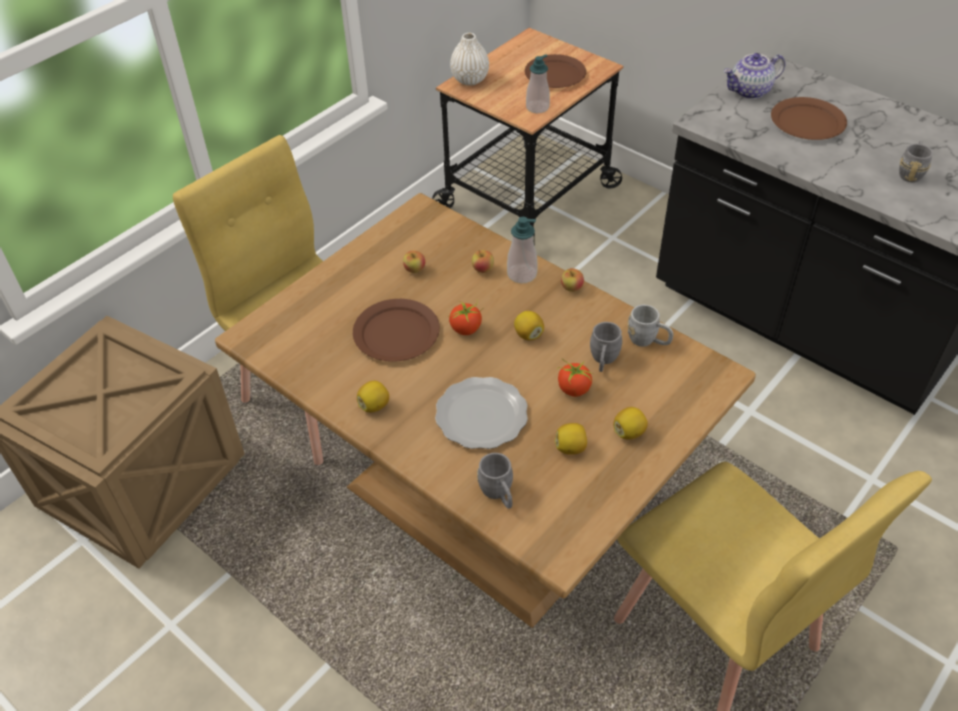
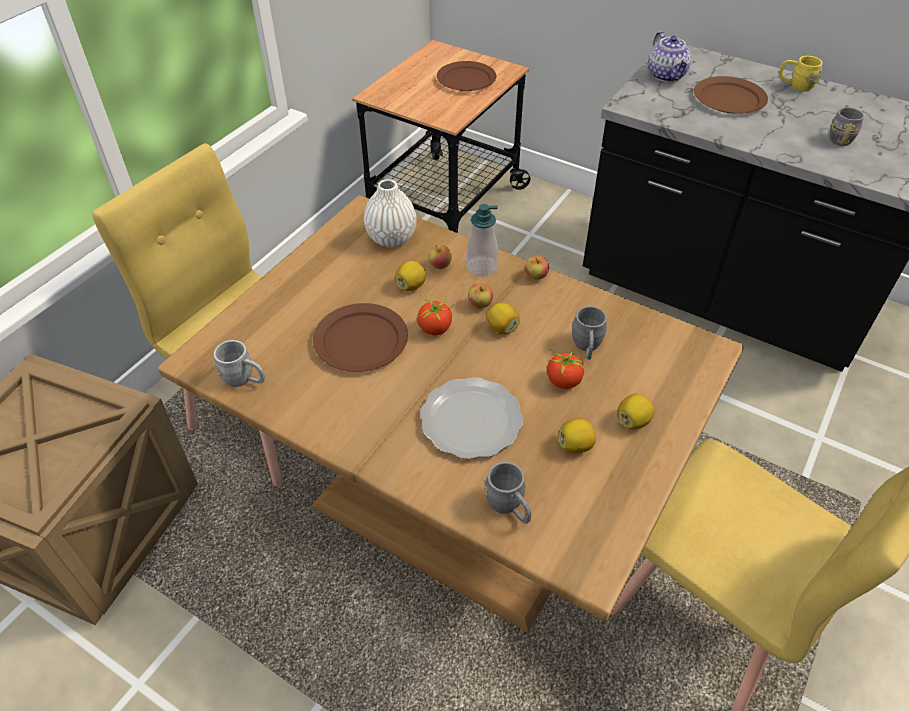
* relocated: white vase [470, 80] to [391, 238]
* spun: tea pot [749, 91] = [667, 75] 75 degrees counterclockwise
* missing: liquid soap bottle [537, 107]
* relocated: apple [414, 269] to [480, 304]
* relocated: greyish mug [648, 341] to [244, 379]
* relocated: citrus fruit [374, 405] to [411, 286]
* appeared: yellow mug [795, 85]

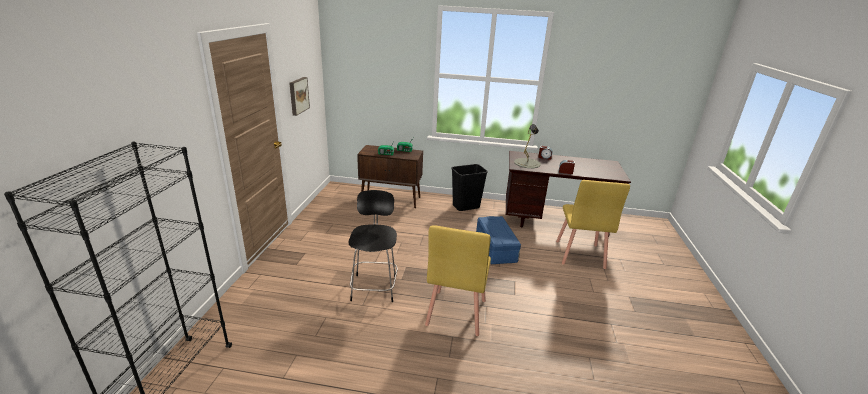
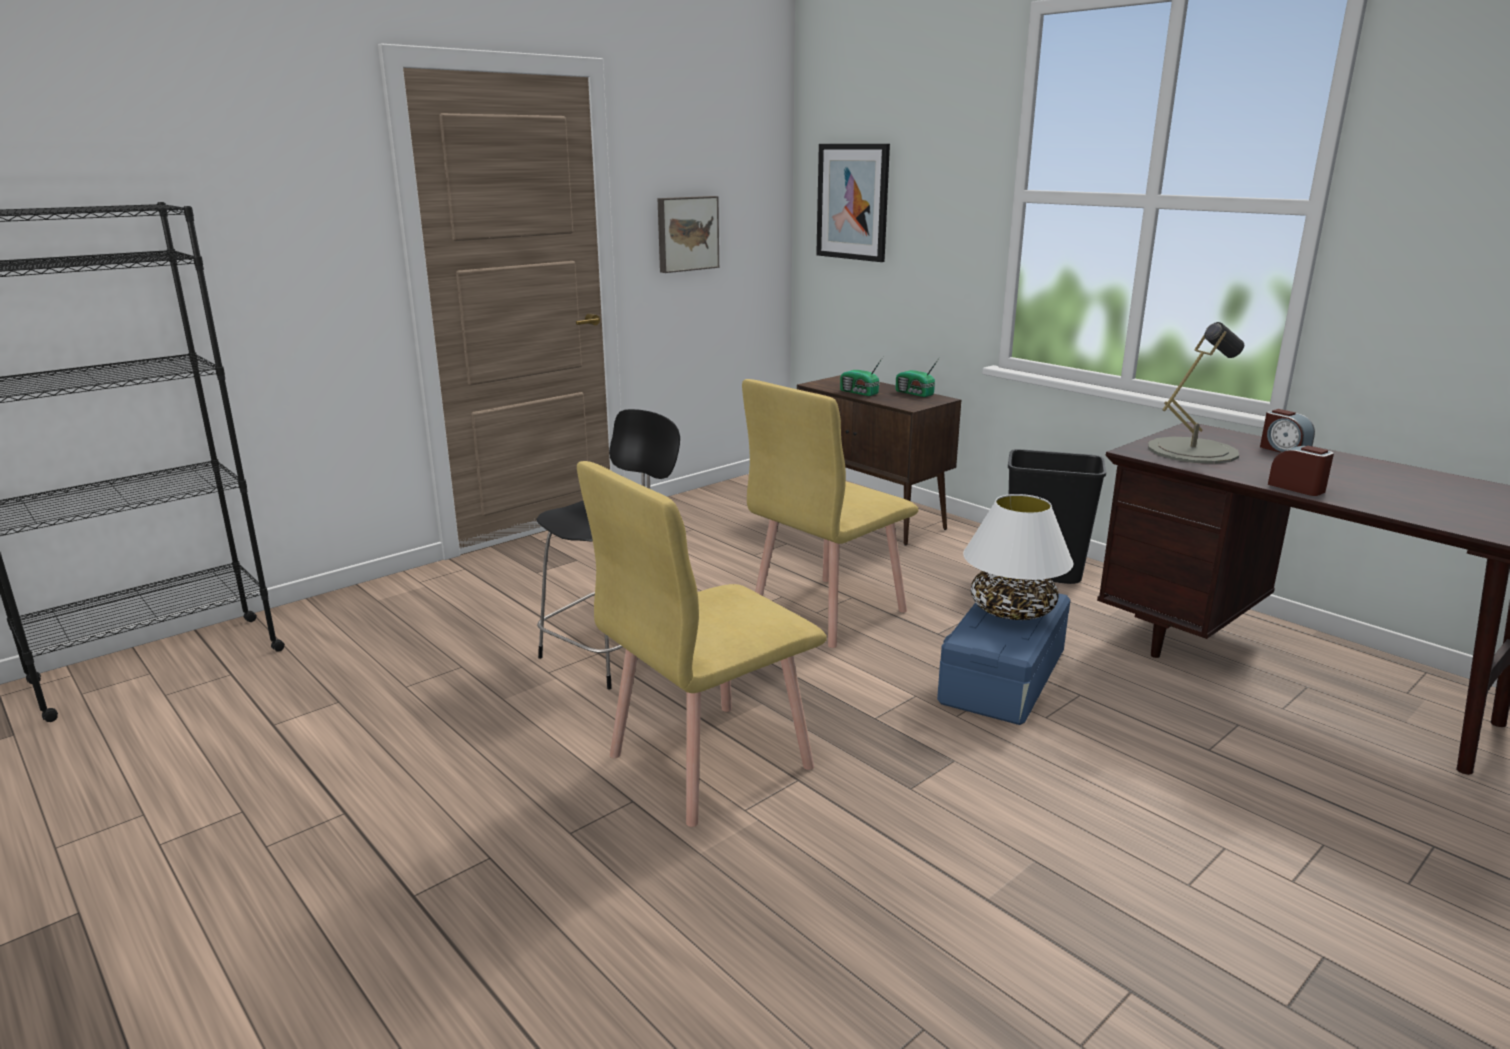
* relocated: yellow plain chair [579, 254] to [826, 611]
* appeared: picture [853, 202]
* appeared: white tabletop lamp [1011, 610]

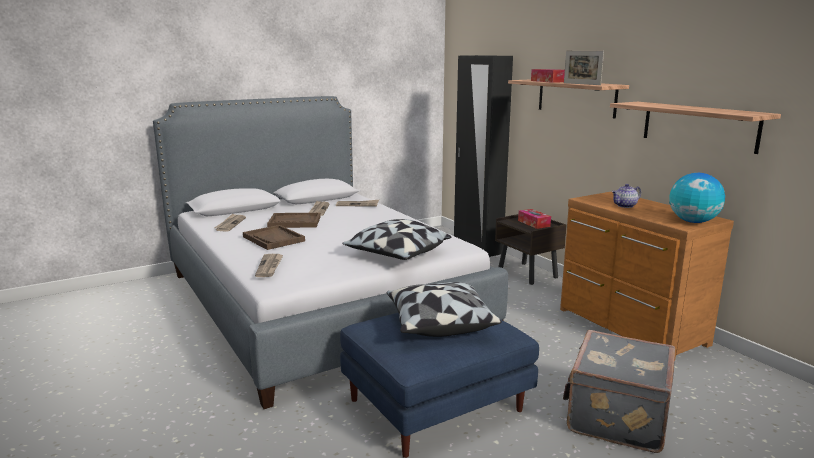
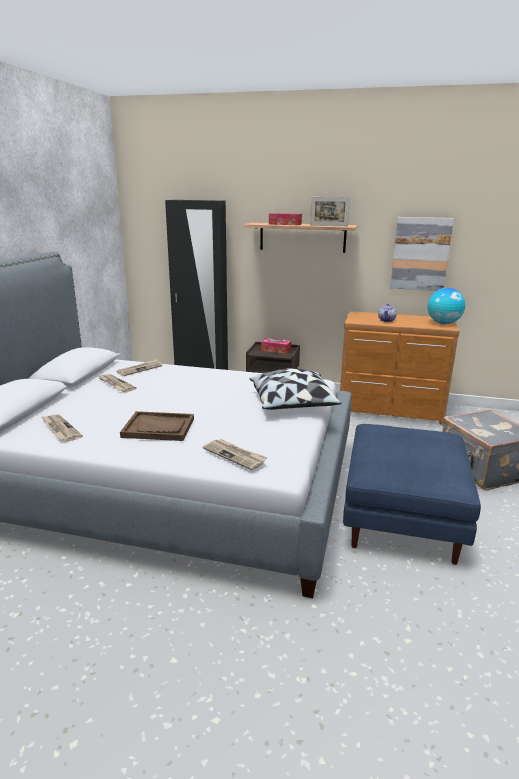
* exchanged: wall shelf [699, 126] to picture [420, 254]
* missing: brown-coloured carrying tray [294, 222]
* missing: pillow [439, 323]

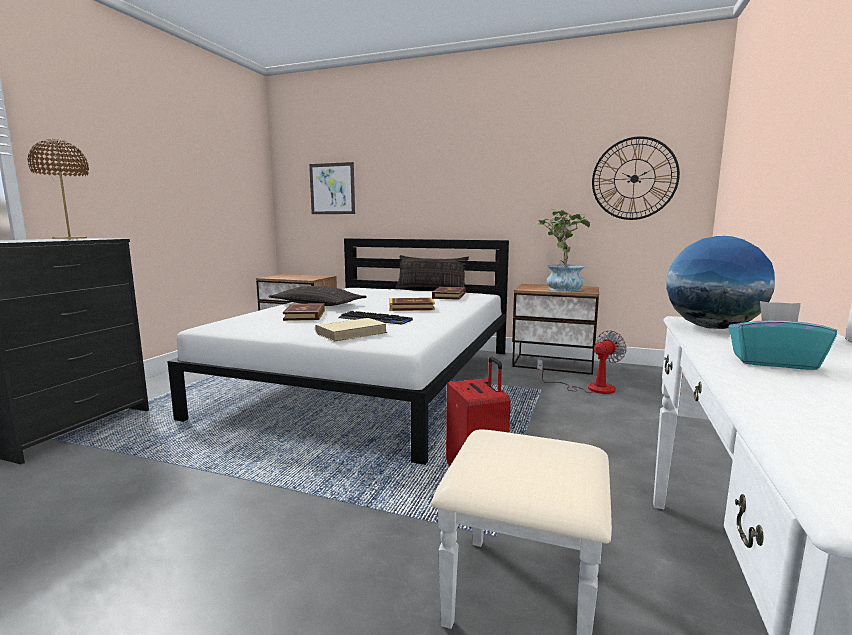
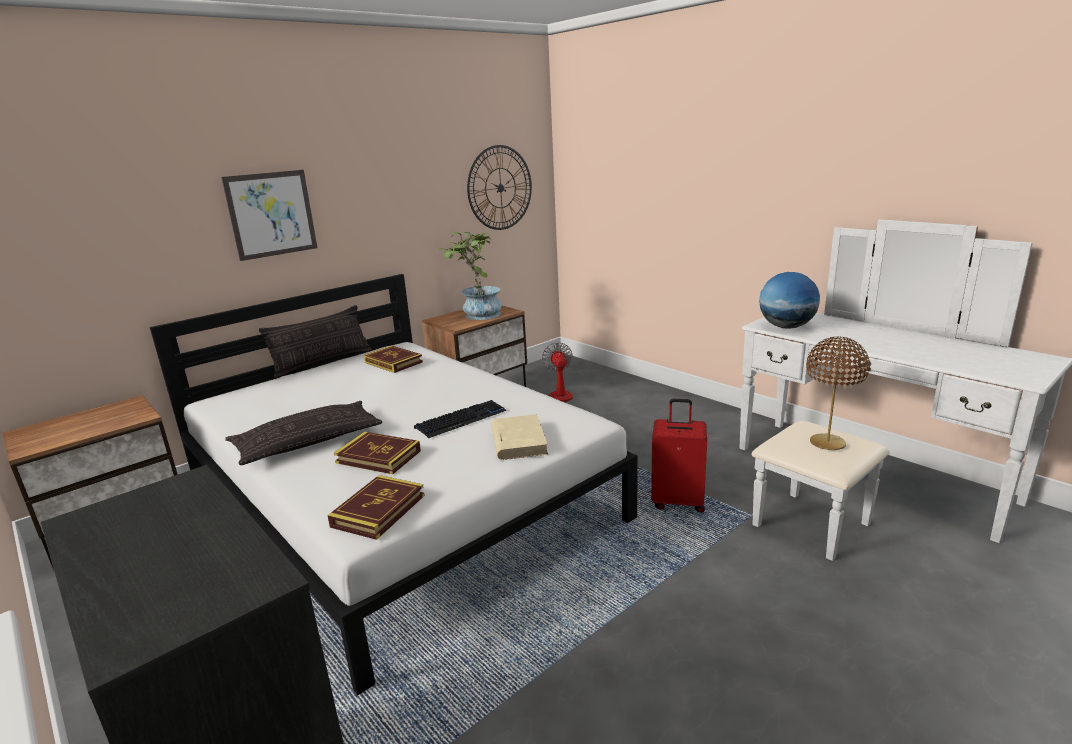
* relocated: brown-coloured tabletop lamp [70, 239] to [828, 443]
* relocated: picture [332, 189] to [271, 214]
* relocated: bound book [411, 307] to [378, 511]
* missing: blue-green tissue holder [773, 362]

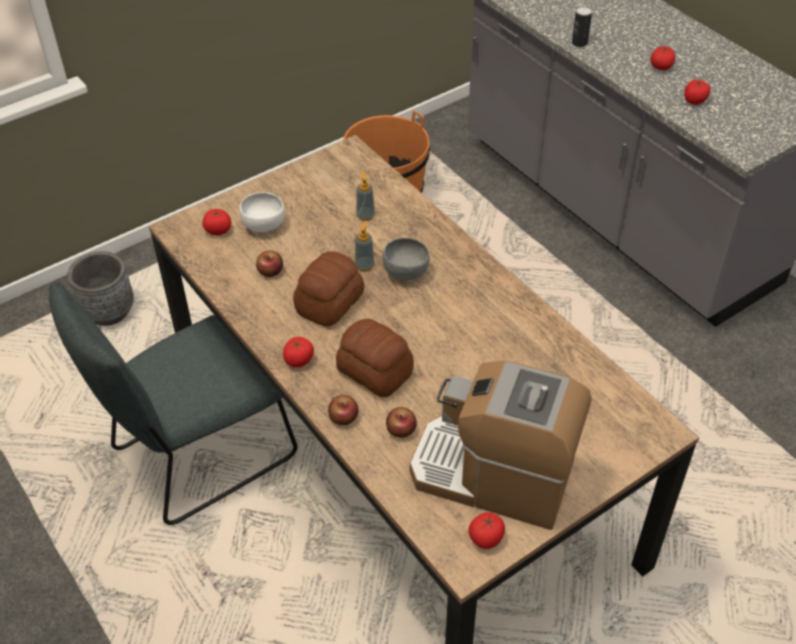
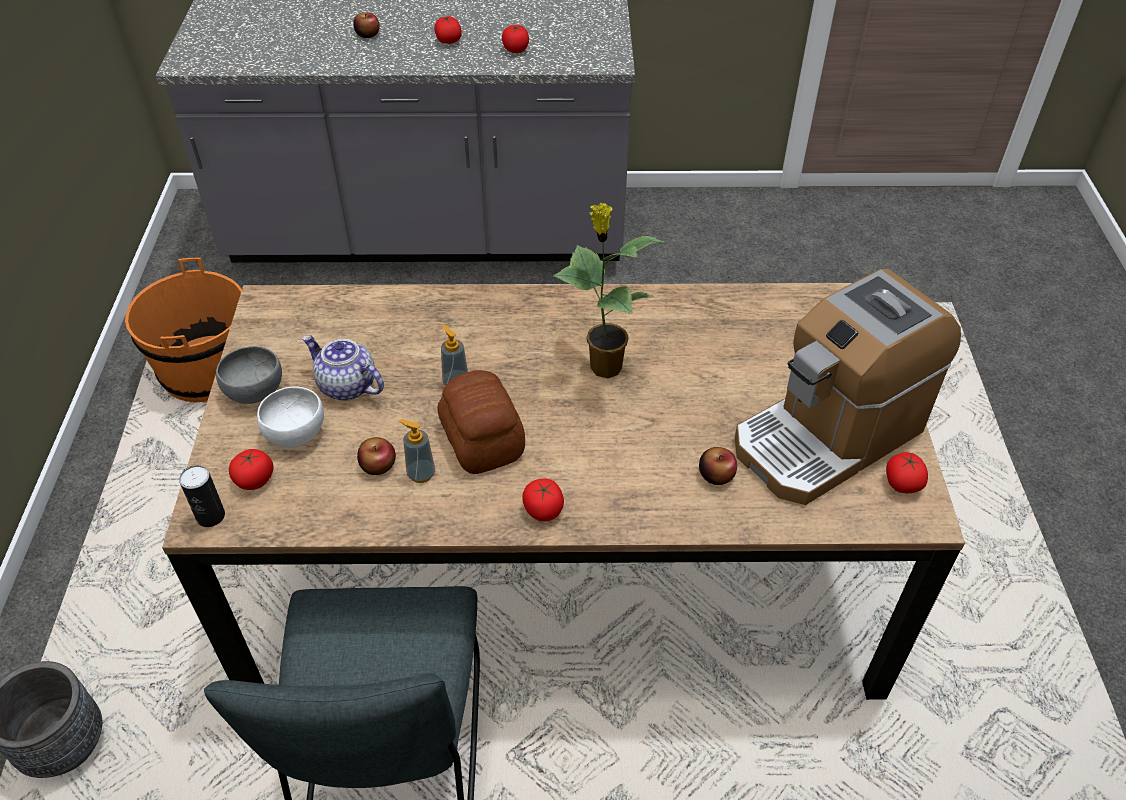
* relocated: sealed can [579, 43] to [210, 516]
* relocated: liquid soap bottle [365, 216] to [421, 473]
* relocated: greyish serving bowl [406, 272] to [255, 392]
* missing: bread [374, 372]
* relocated: apple [343, 417] to [367, 34]
* appeared: potted plant [603, 366]
* appeared: tea pot [346, 386]

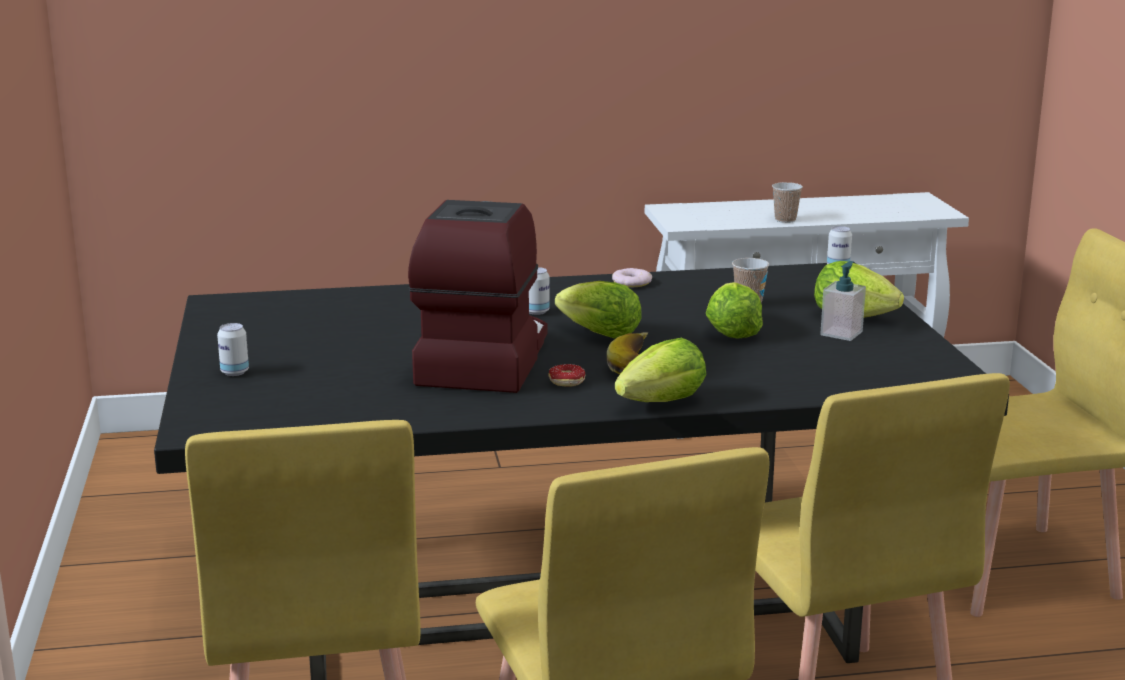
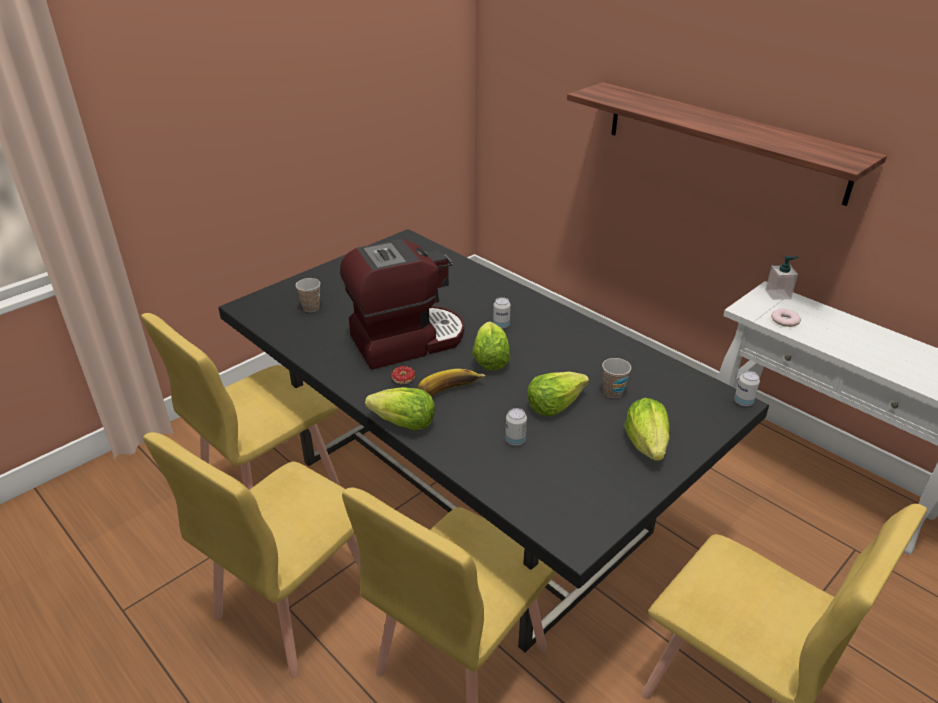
* relocated: drinking cup [785, 220] to [311, 308]
* relocated: liquid soap bottle [841, 333] to [778, 294]
* relocated: donut [631, 282] to [784, 320]
* relocated: sealed can [234, 372] to [515, 440]
* appeared: wall shelf [723, 140]

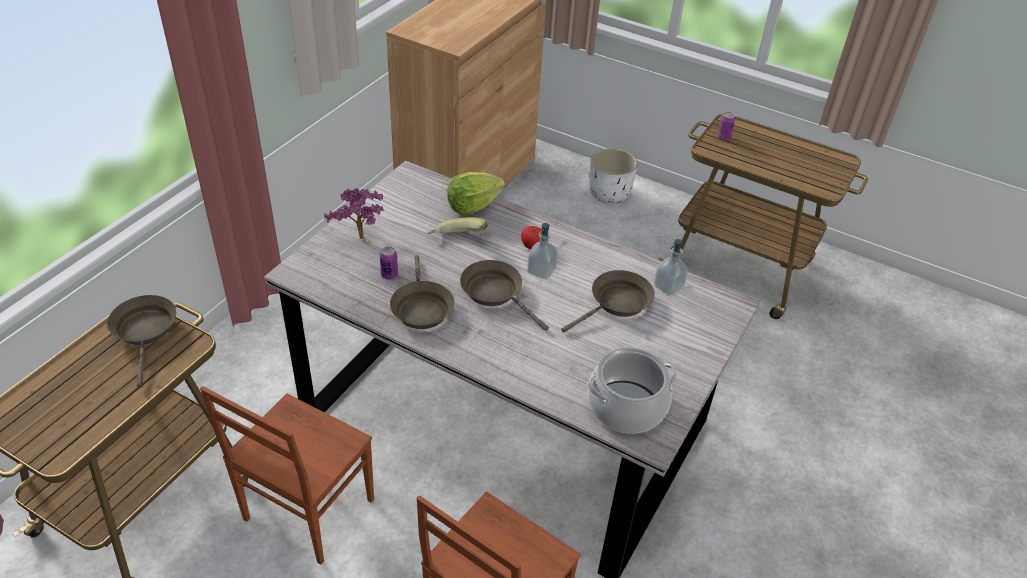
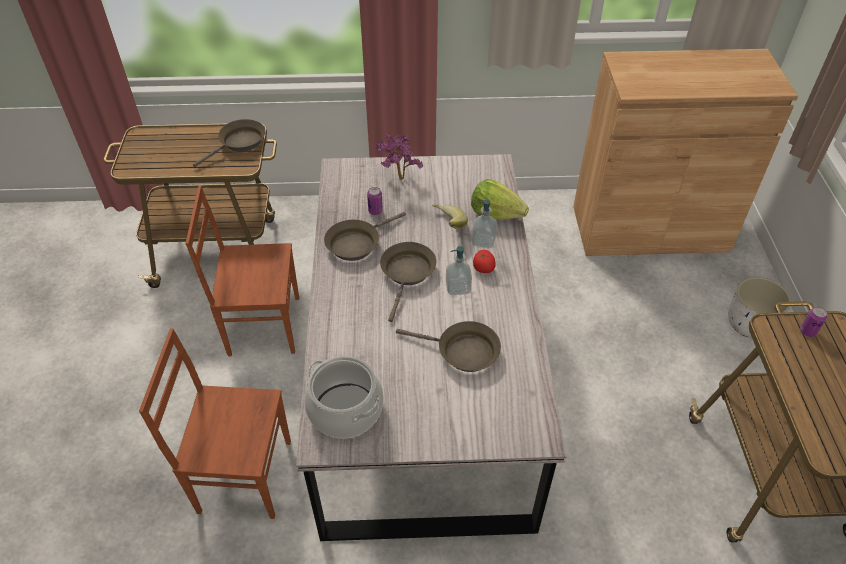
* relocated: liquid soap bottle [668, 287] to [483, 241]

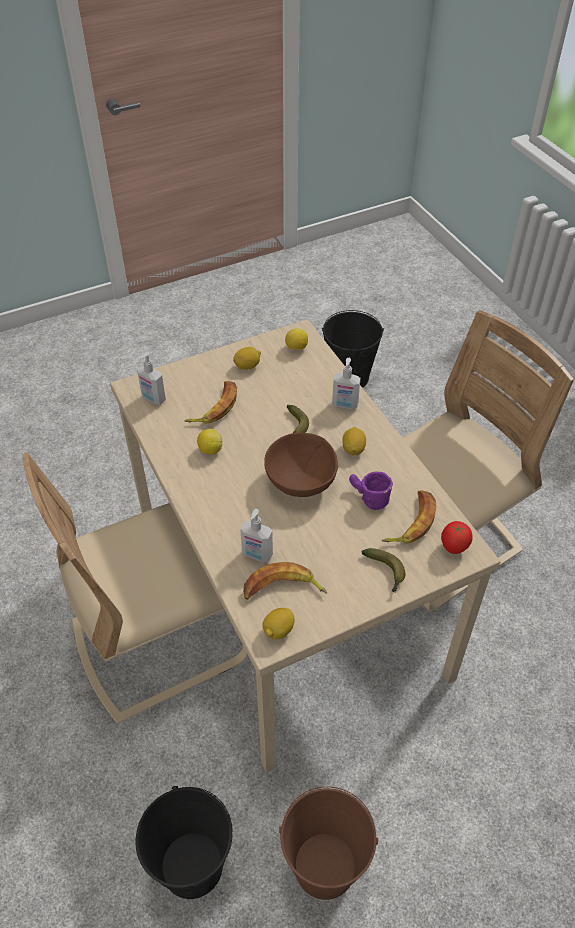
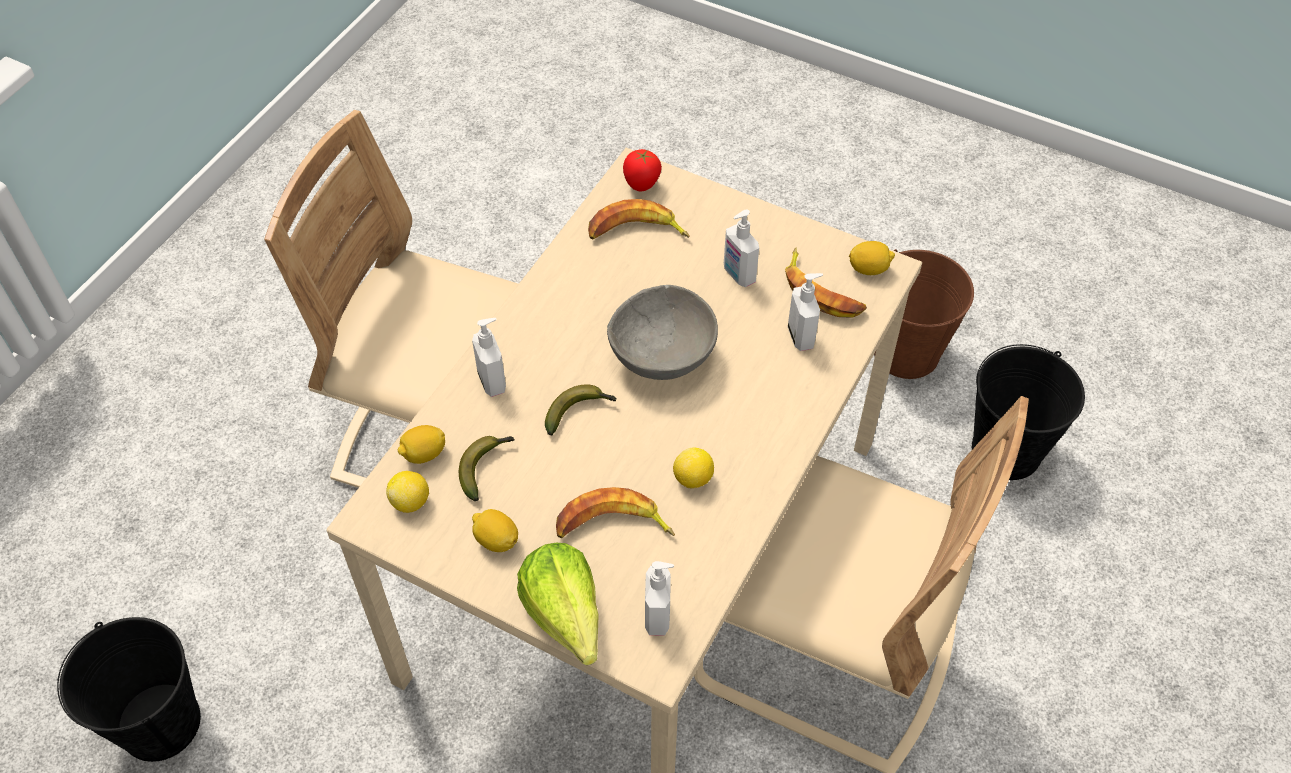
* relocated: citrus fruit [353, 449] to [423, 454]
* colour: brown-coloured serving bowl [300, 480] to greyish serving bowl [661, 356]
* missing: purplish mug [367, 498]
* relocated: banana fruit [386, 572] to [485, 467]
* appeared: liquid soap bottle [738, 275]
* appeared: lettuce [566, 625]

